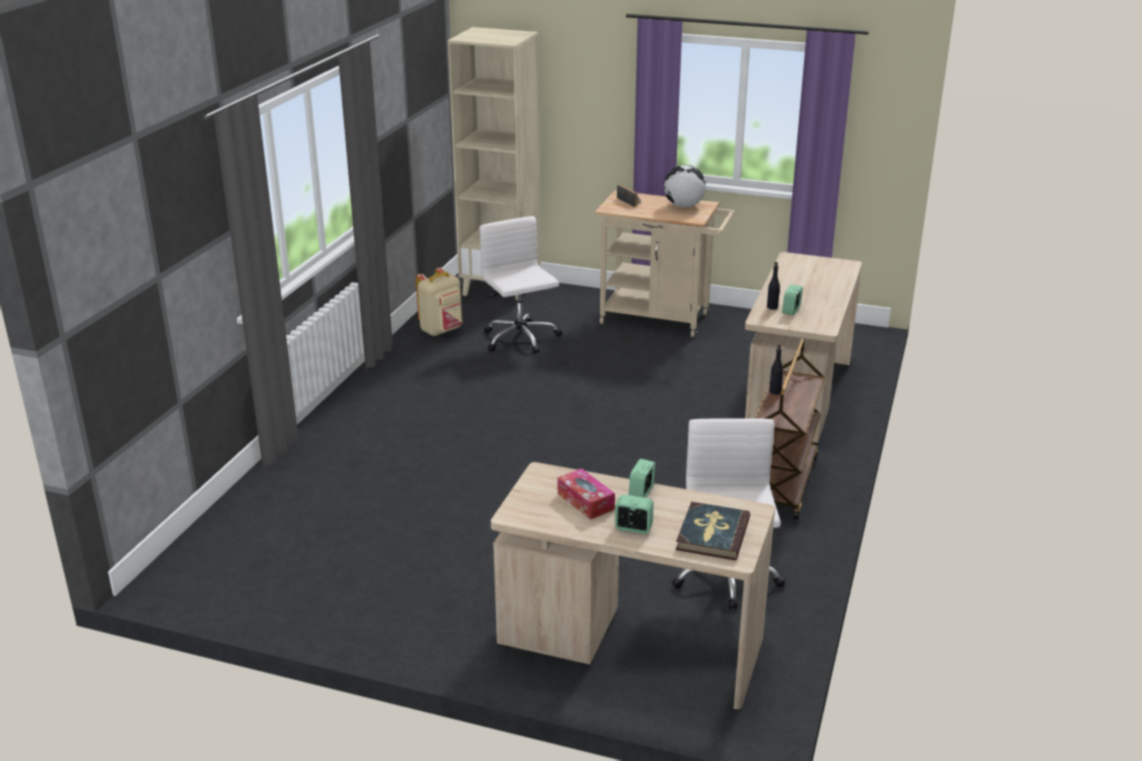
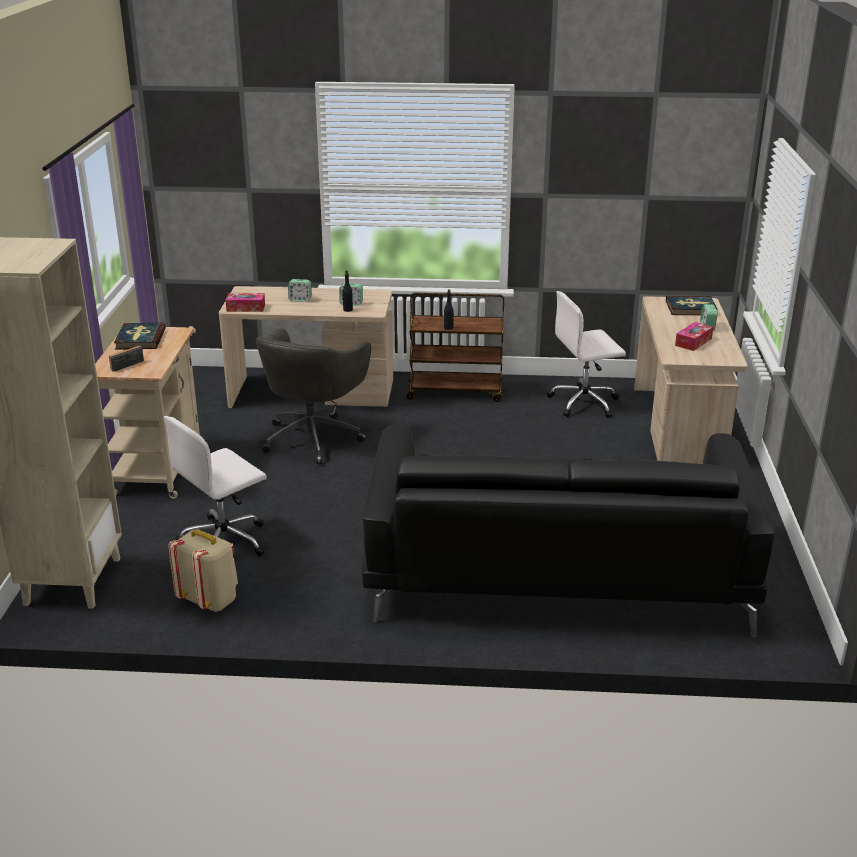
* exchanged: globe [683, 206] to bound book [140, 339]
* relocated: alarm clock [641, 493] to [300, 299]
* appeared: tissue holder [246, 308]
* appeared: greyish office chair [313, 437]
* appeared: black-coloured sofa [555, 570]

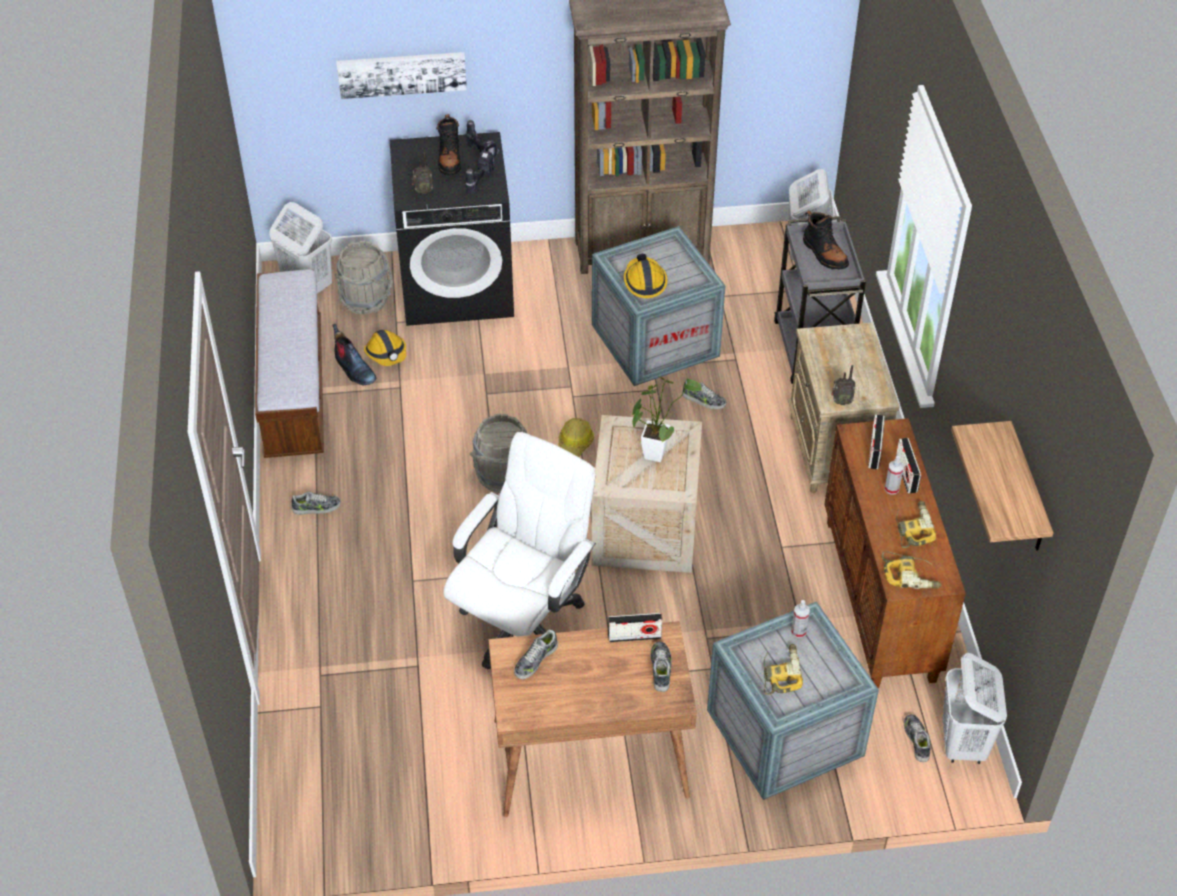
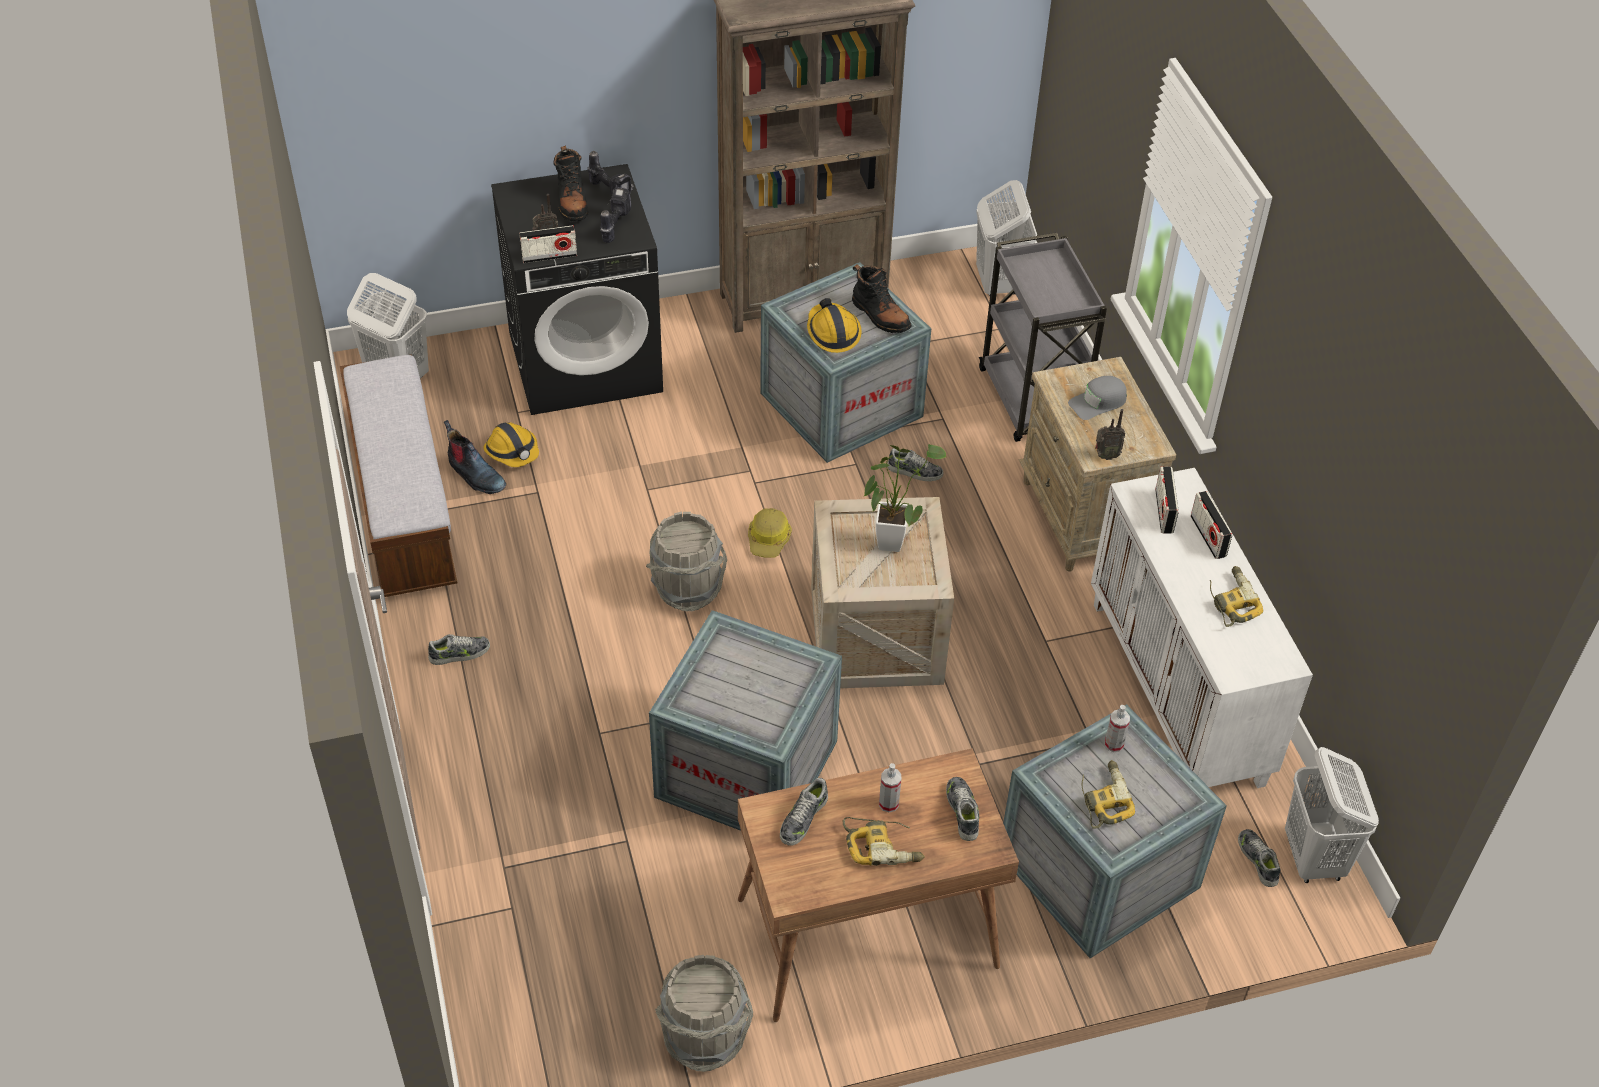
* missing: picture [402, 73]
* relocated: black-coloured high-top boot [824, 254] to [880, 315]
* relocated: greyish water bucket [366, 300] to [704, 1036]
* colour: brown-coloured cabinet [881, 600] to white cabinet [1178, 693]
* missing: wall shelf [1027, 491]
* exchanged: white office chair [523, 622] to packing crate [748, 769]
* relocated: sprayer [891, 489] to [888, 804]
* relocated: power drill [910, 575] to [882, 846]
* relocated: radio receiver [634, 636] to [549, 256]
* appeared: greyish cap [1098, 402]

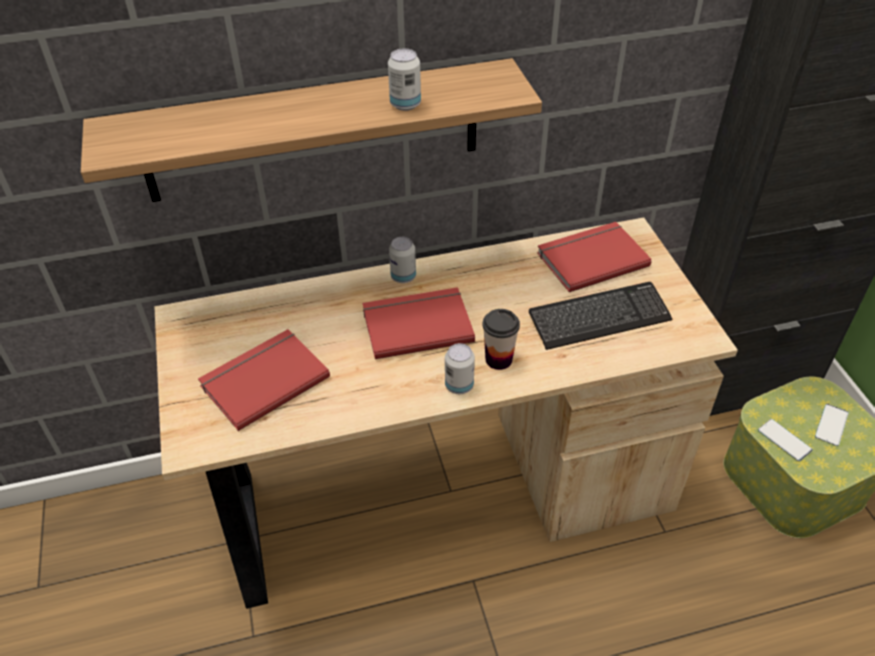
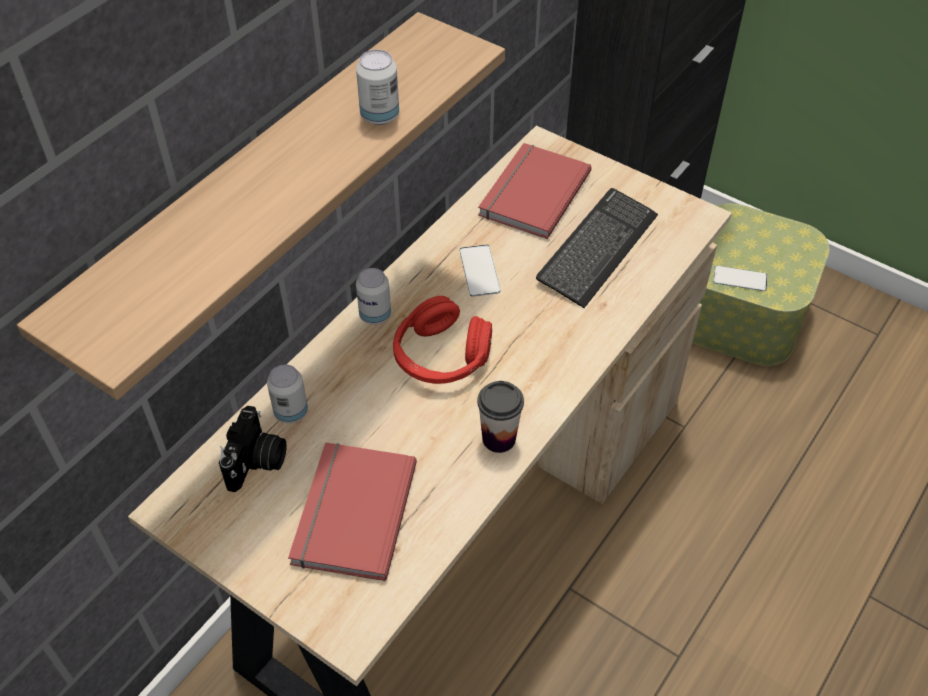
* exchanged: reddish bound book [416, 324] to reddish headset [441, 356]
* relocated: drinking cup [498, 359] to [499, 438]
* relocated: sealed can [459, 386] to [291, 412]
* relocated: telephone [831, 425] to [479, 271]
* appeared: photo camera [257, 462]

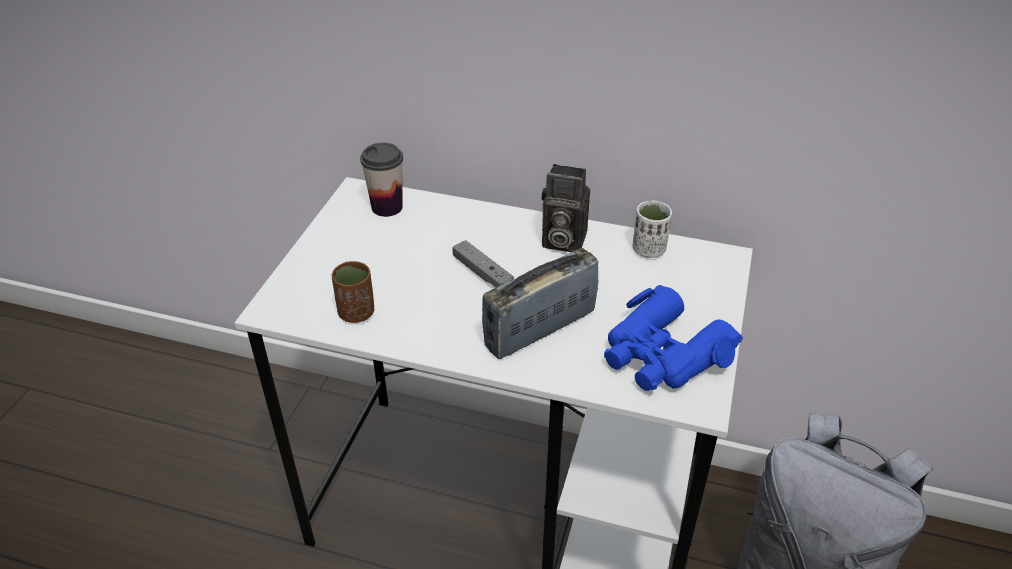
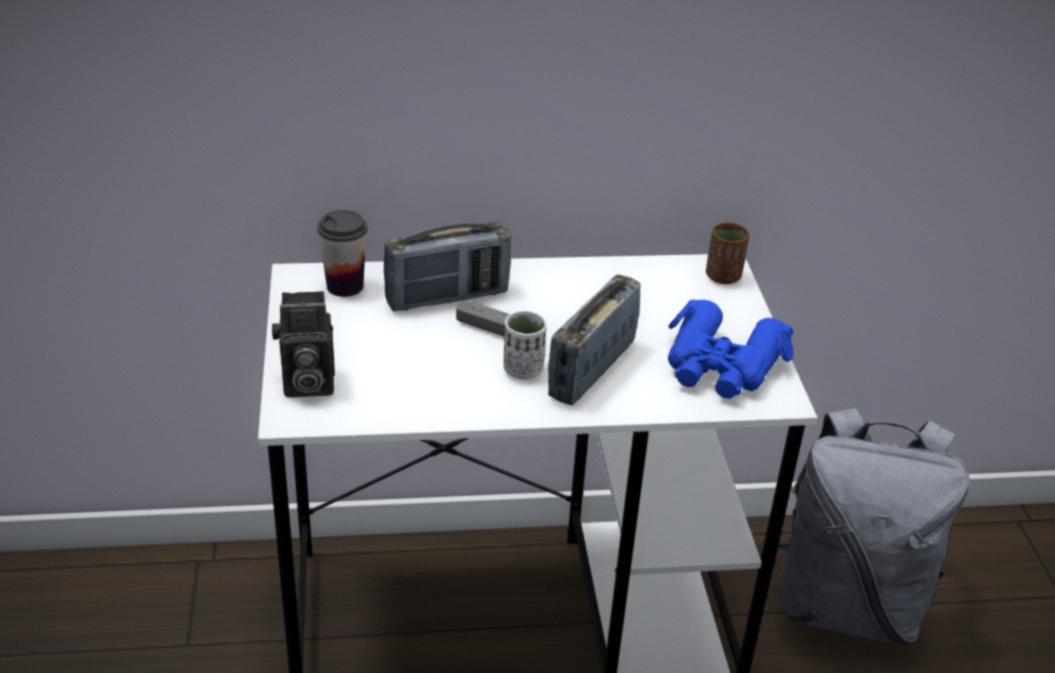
* relocated: photo camera [561, 240] to [305, 384]
* relocated: white drinking cup [649, 250] to [523, 370]
* relocated: brown-coloured drinking cup [356, 313] to [723, 276]
* appeared: radio receiver [447, 297]

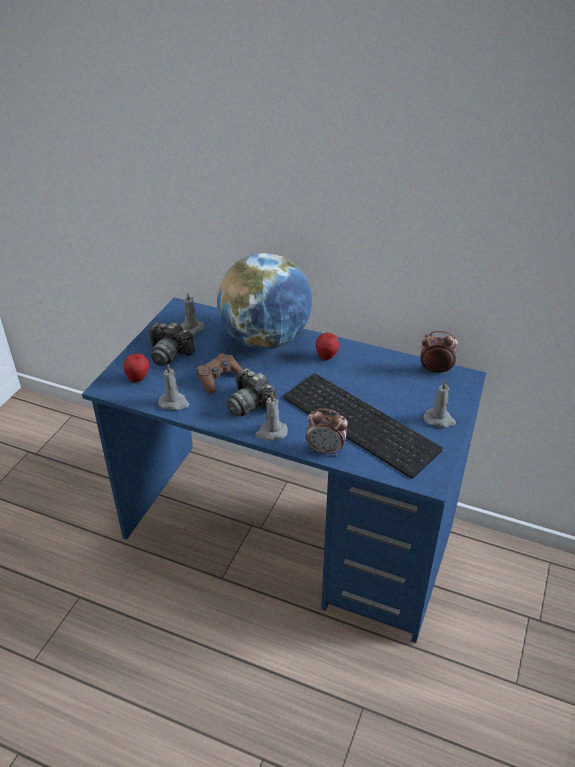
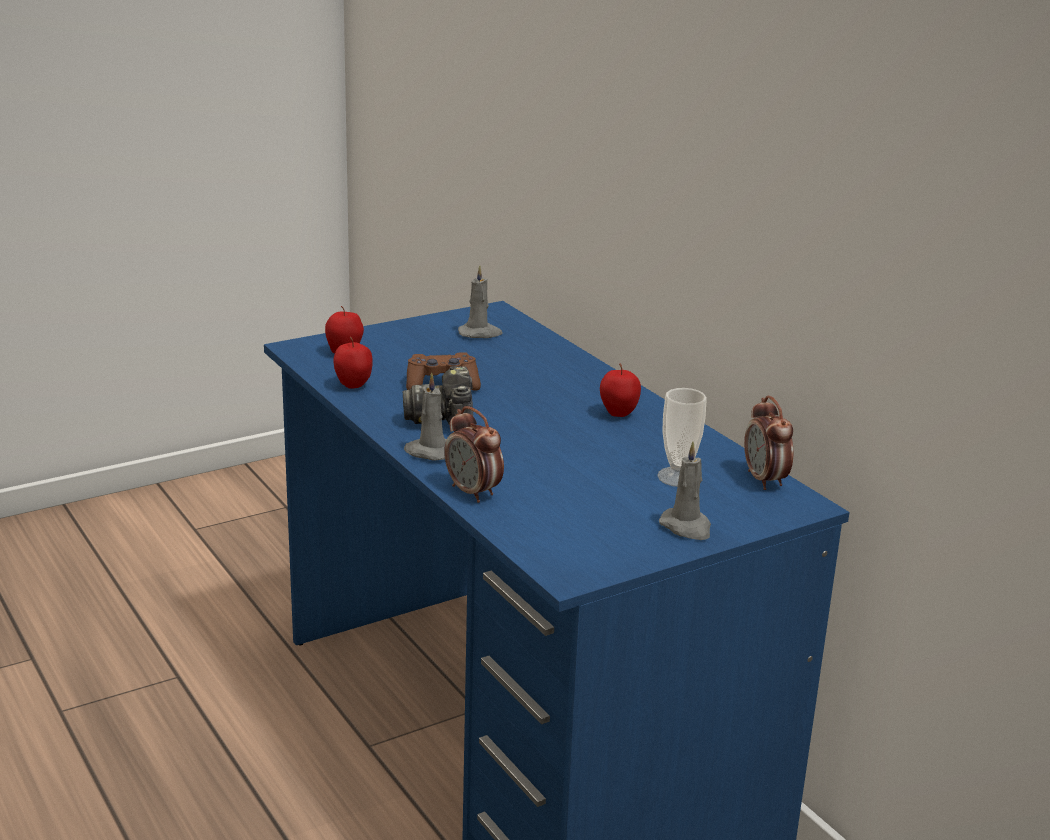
* missing: globe [266, 340]
* missing: photo camera [169, 353]
* spun: alarm clock [435, 370] = [765, 480] 150 degrees counterclockwise
* exchanged: greyish candle [174, 403] to apple [353, 386]
* missing: computer keyboard [363, 422]
* appeared: drinking cup [678, 477]

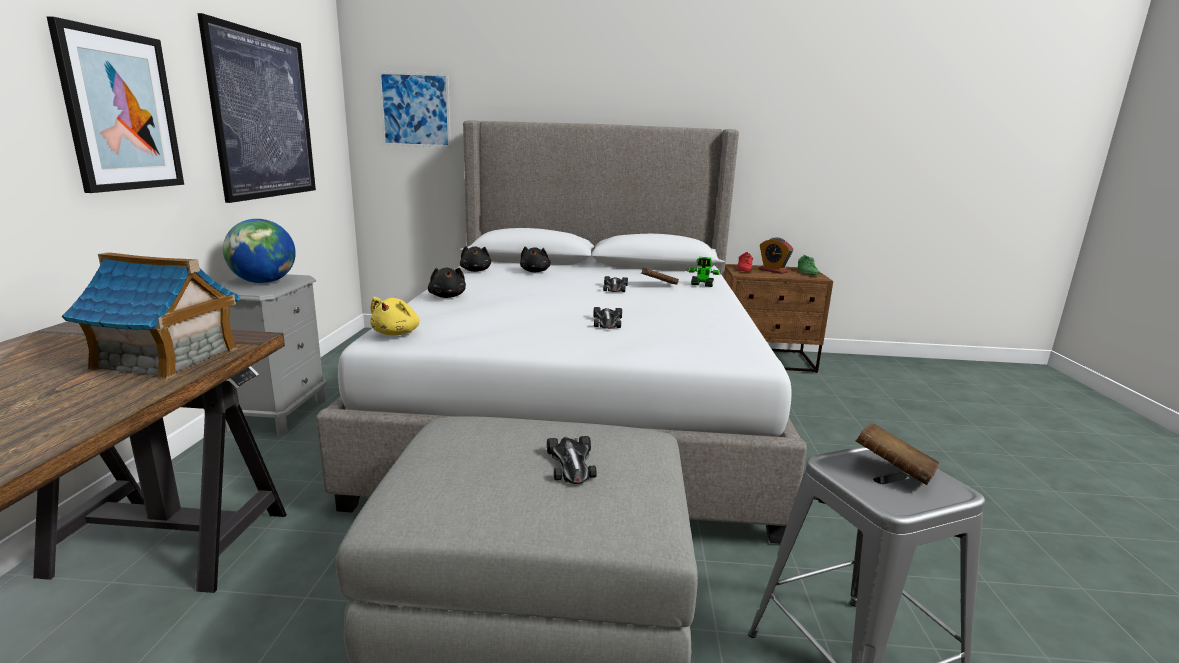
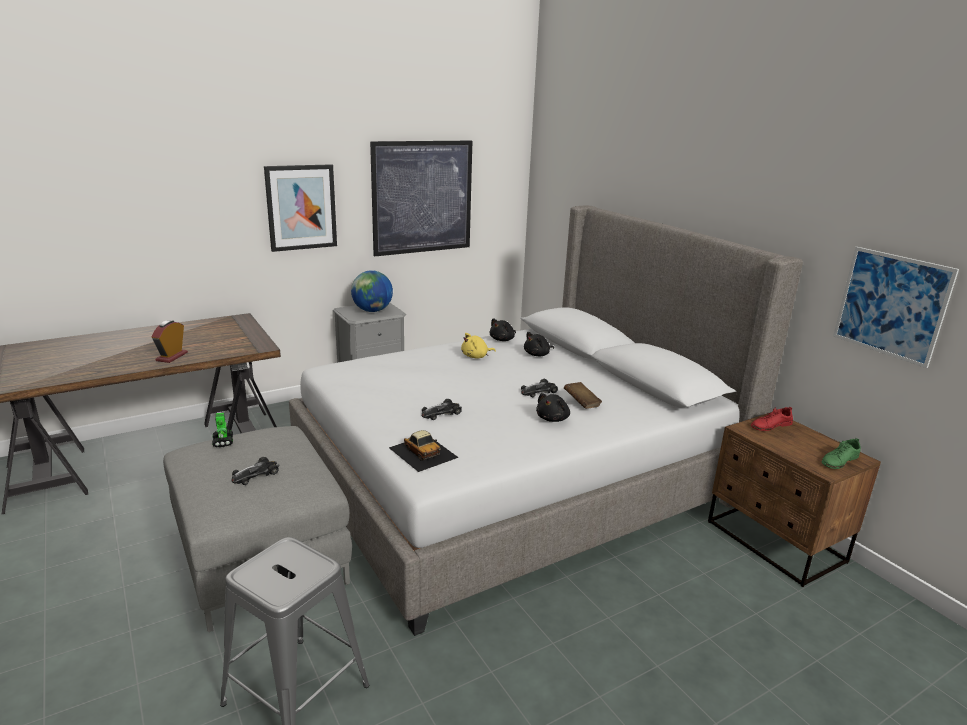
* relocated: picture [415, 110] to [891, 305]
* relocated: alarm clock [773, 270] to [172, 357]
* missing: model house [167, 358]
* relocated: toy robot [702, 285] to [223, 442]
* relocated: black-coloured soft toy [447, 296] to [553, 419]
* relocated: yellow soft toy [397, 333] to [476, 356]
* missing: brown-coloured bound book [893, 470]
* appeared: toy car [423, 452]

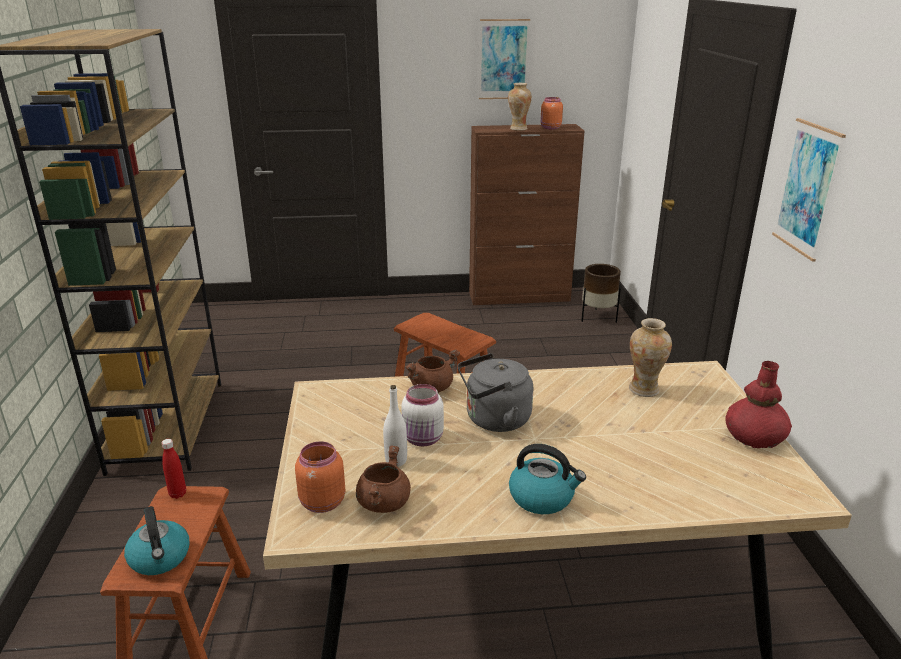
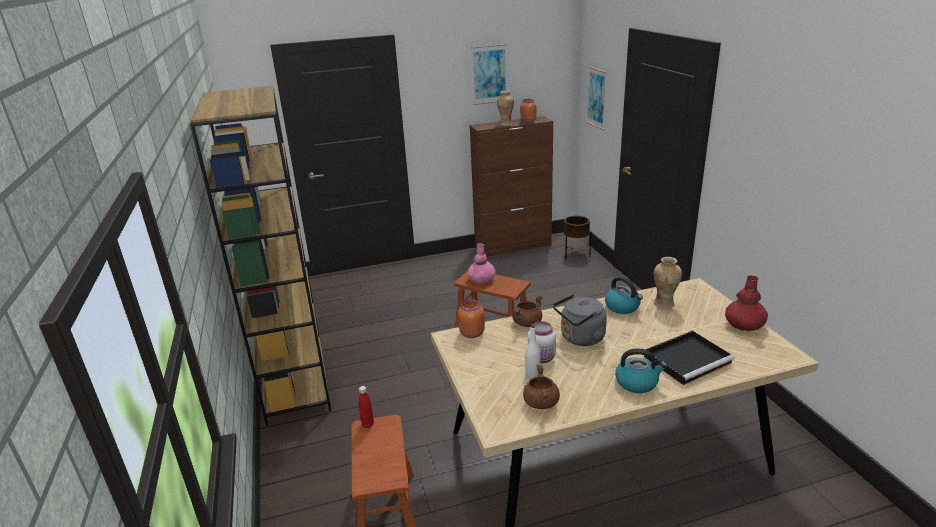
* relocated: picture [807, 189] to [596, 98]
* relocated: orange-coloured storage jar [321, 502] to [471, 333]
* relocated: water kettle [160, 558] to [622, 307]
* appeared: pink vase [482, 279]
* appeared: black-coloured carrying tray [688, 359]

